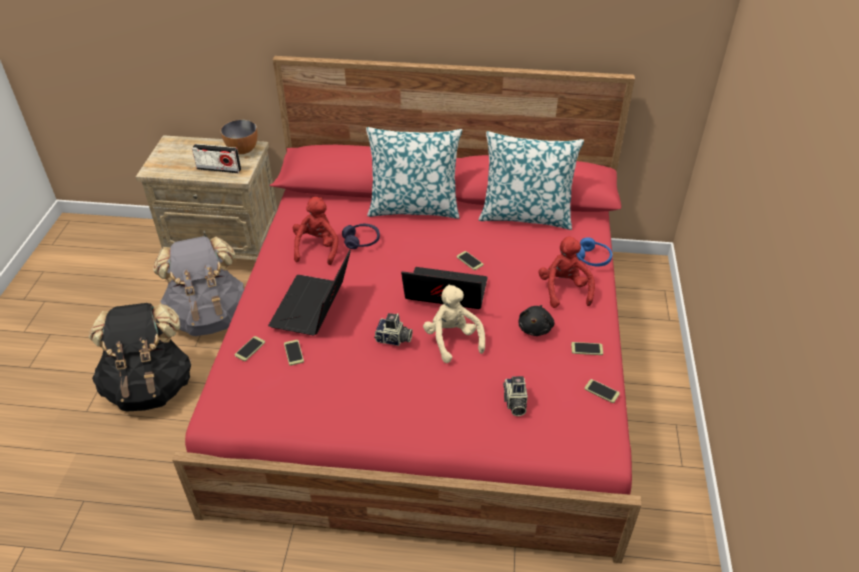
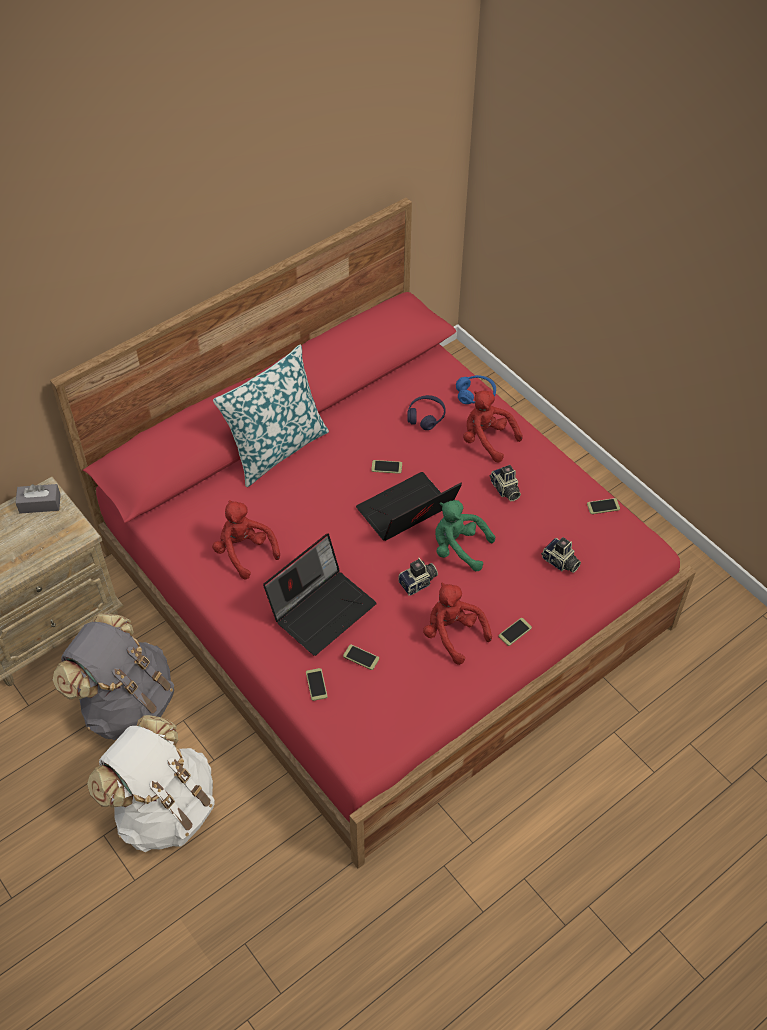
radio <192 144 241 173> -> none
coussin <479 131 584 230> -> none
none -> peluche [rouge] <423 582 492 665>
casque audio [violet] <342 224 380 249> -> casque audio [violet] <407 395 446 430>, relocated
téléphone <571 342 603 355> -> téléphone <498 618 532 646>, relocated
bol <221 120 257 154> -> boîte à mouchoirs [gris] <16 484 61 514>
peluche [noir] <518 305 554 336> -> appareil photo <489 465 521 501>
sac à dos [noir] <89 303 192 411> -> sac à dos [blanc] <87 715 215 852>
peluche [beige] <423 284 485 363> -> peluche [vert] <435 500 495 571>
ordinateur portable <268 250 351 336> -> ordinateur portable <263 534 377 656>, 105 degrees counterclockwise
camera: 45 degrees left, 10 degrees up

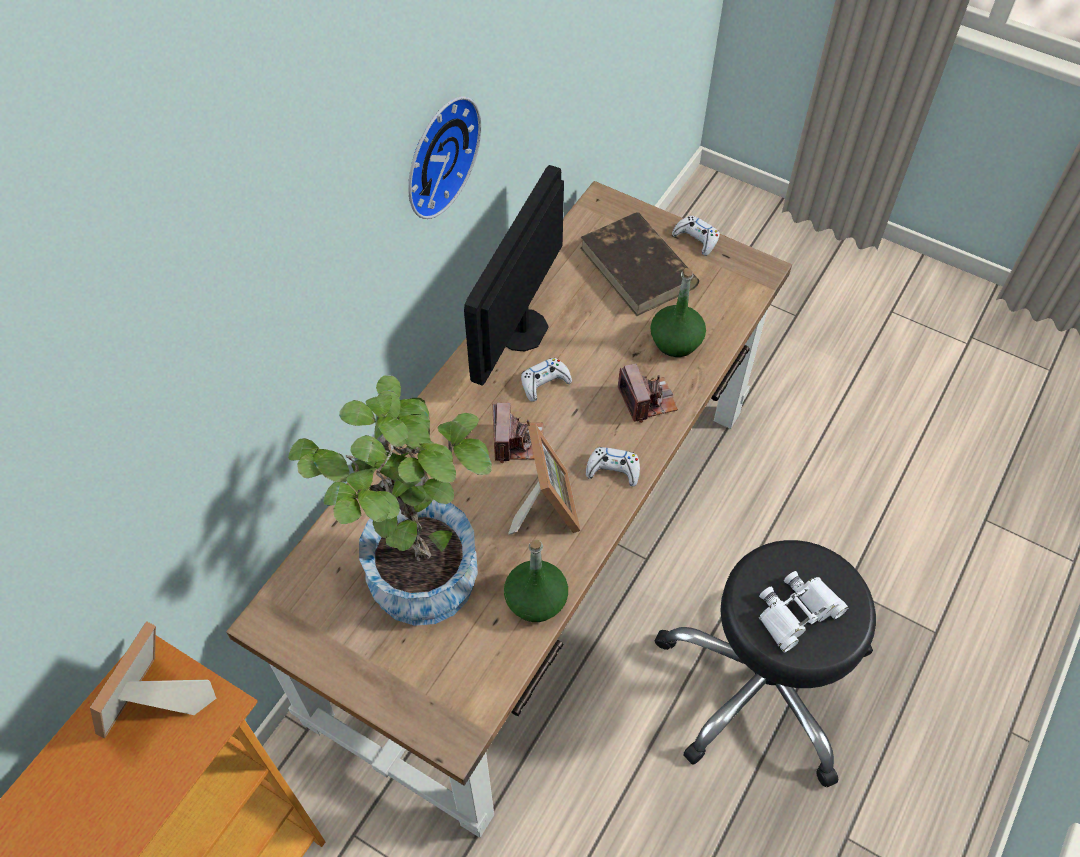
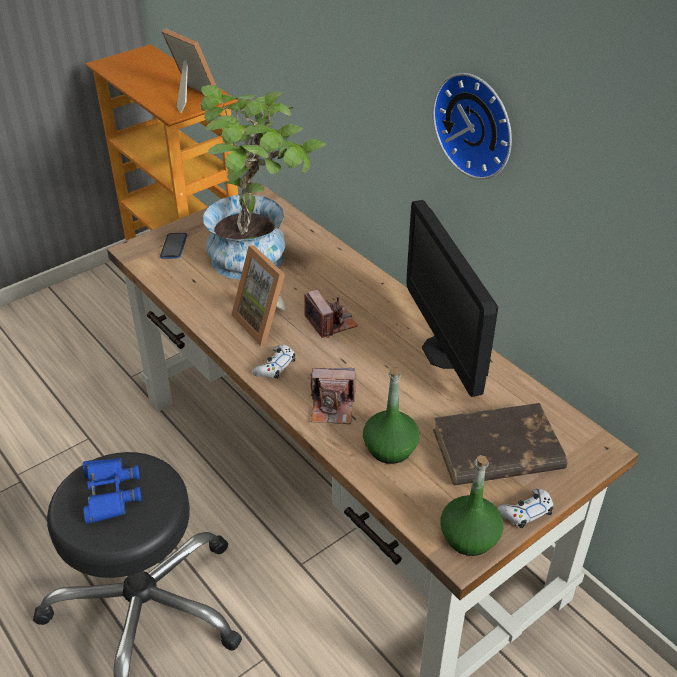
manette [blanc] <521 358 572 402> -> none
none -> téléphone <160 233 187 259>
bouteille [vert] <504 540 568 622> -> bouteille [vert] <440 455 503 556>, relocated
jumelles [blanc] <759 571 849 652> -> jumelles [bleu] <83 458 141 524>
écran d'ordinateur <464 165 564 386> -> écran d'ordinateur <407 200 498 397>, 150 degrees counterclockwise
appareil photo <492 403 544 463> -> appareil photo <304 290 358 338>, 135 degrees counterclockwise
cadre photo <508 424 581 535> -> cadre photo <232 245 285 346>, 45 degrees clockwise
camera: 110 degrees right, 15 degrees down

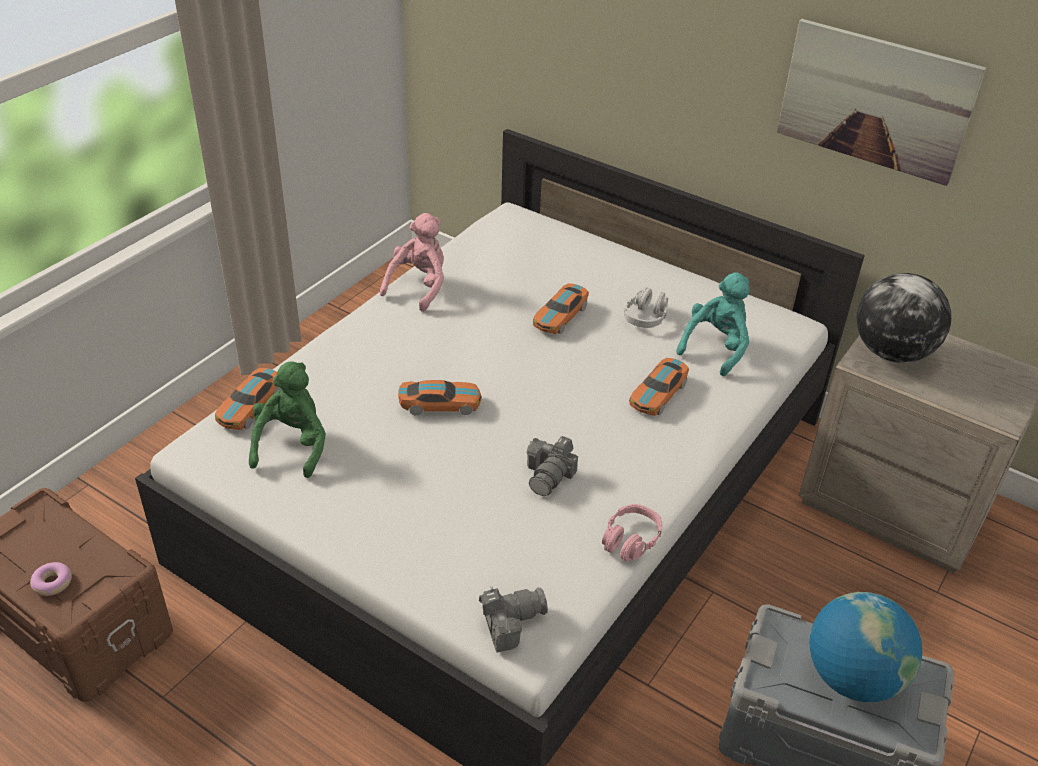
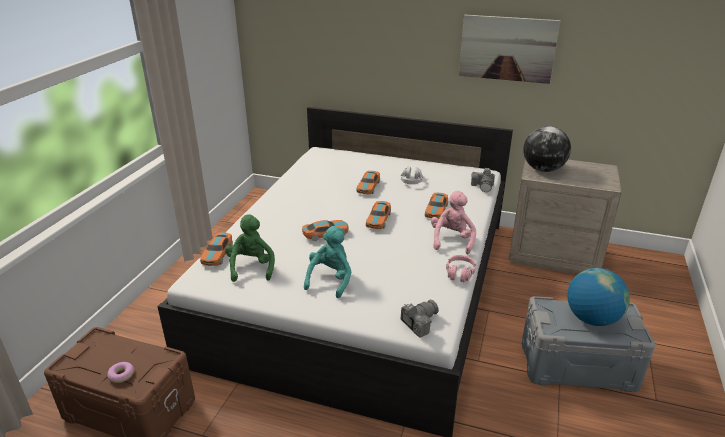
none -> petite voiture <366 201 391 229>
peluche [rose] <380 213 444 312> -> peluche [rose] <431 191 476 254>, relocated
appareil photo <527 436 578 496> -> appareil photo <471 168 496 192>, relocated
peluche [turquoise] <676 272 750 376> -> peluche [turquoise] <304 226 351 298>, relocated
camera: 15 degrees left, 10 degrees down

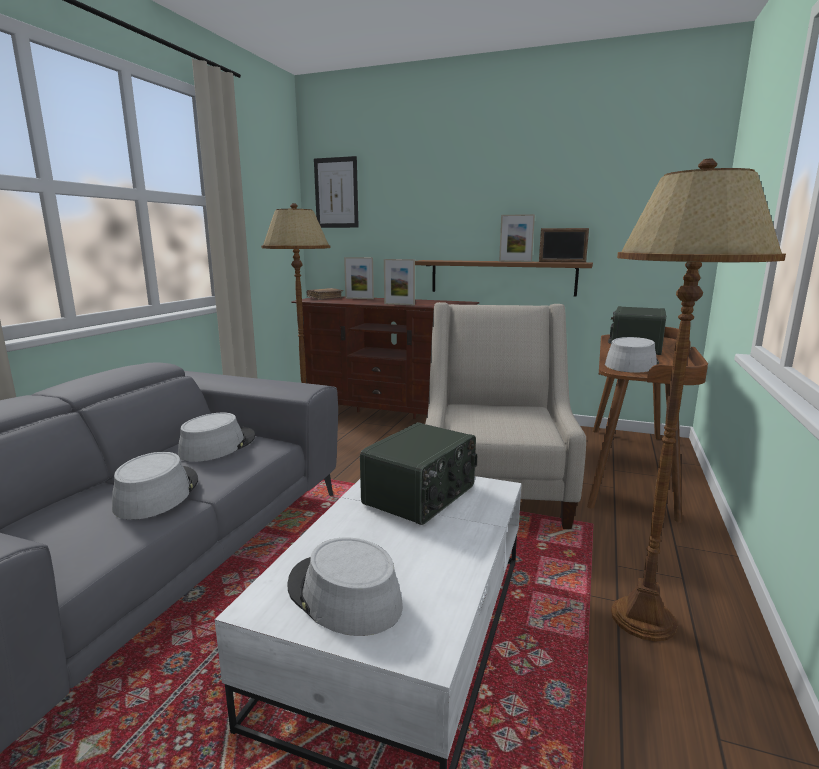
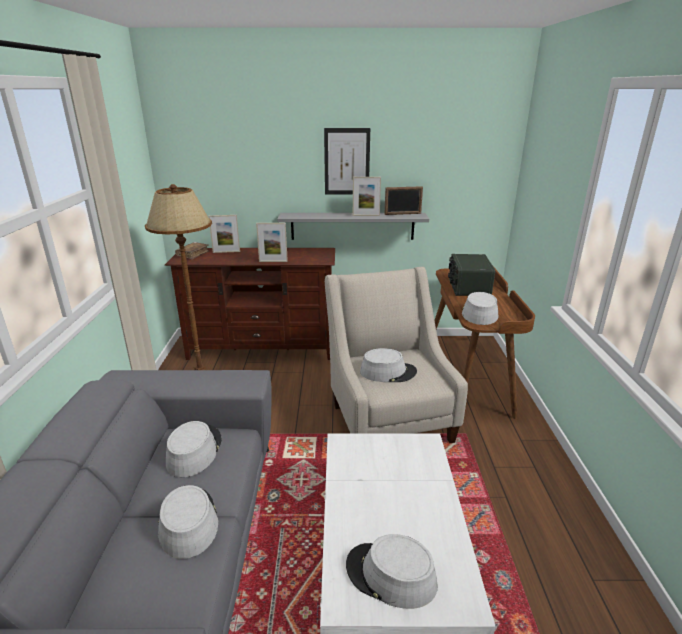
radio <360 422 477 525> -> none
lampadaire [marron] <611 159 786 642> -> none
none -> chapeau [gris] <360 348 417 382>
tableau <314 156 359 228> -> tableau <324 128 370 194>, relocated
étagère [marron] <415 260 593 297> -> étagère [gris] <277 213 429 240>
camera: 20 degrees left, 10 degrees up

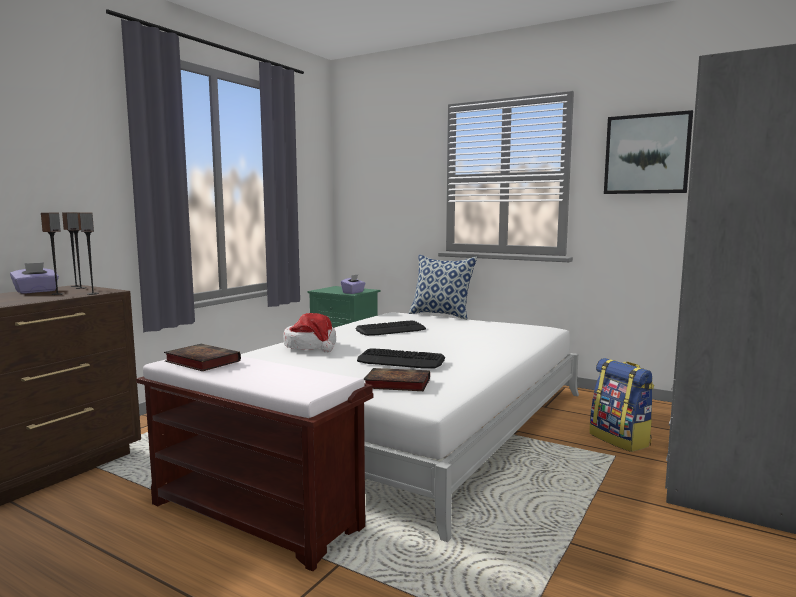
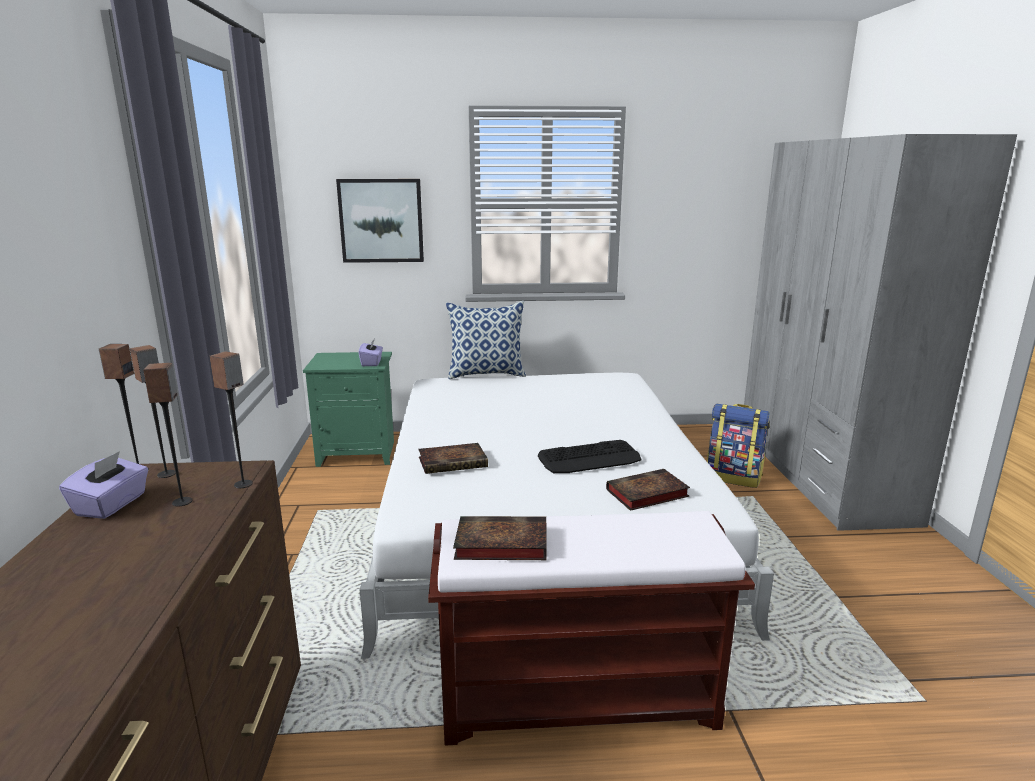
clavier <356 320 426 336> -> none
tableau <604 110 693 194> -> tableau <336 179 424 263>, relocated
chapeau <283 313 336 353> -> livre <418 443 488 474>
camera: 35 degrees left, 10 degrees up

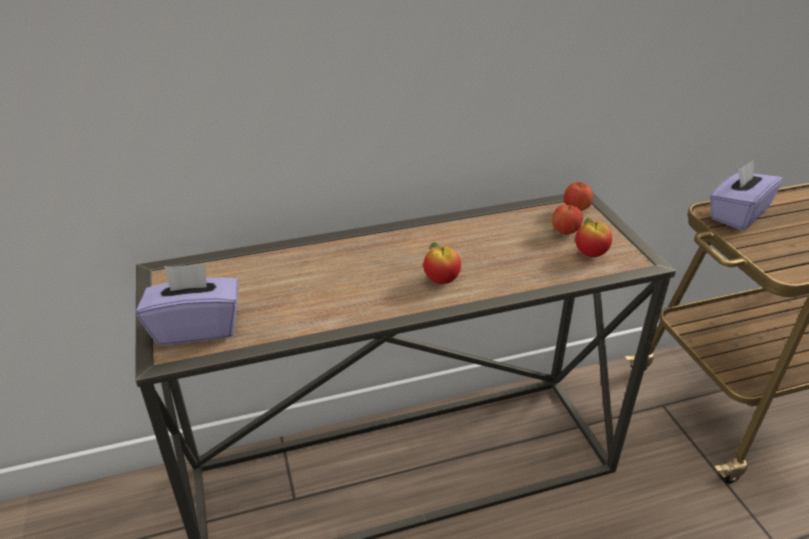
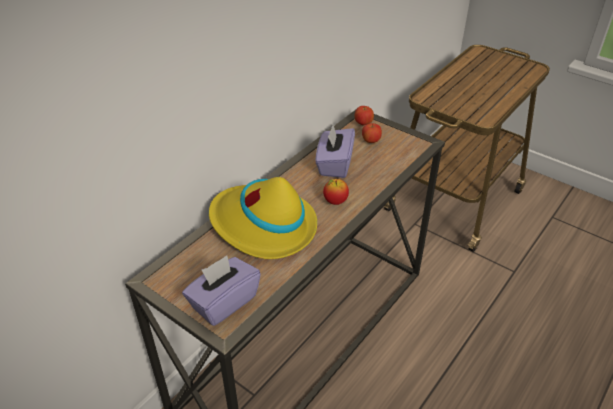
pomme <575 218 612 257> -> none
none -> chapeau [jaune] <209 177 317 259>
boîte à mouchoirs [violet] <710 159 783 230> -> boîte à mouchoirs [violet] <315 125 355 178>, relocated
camera: 35 degrees left, 5 degrees up

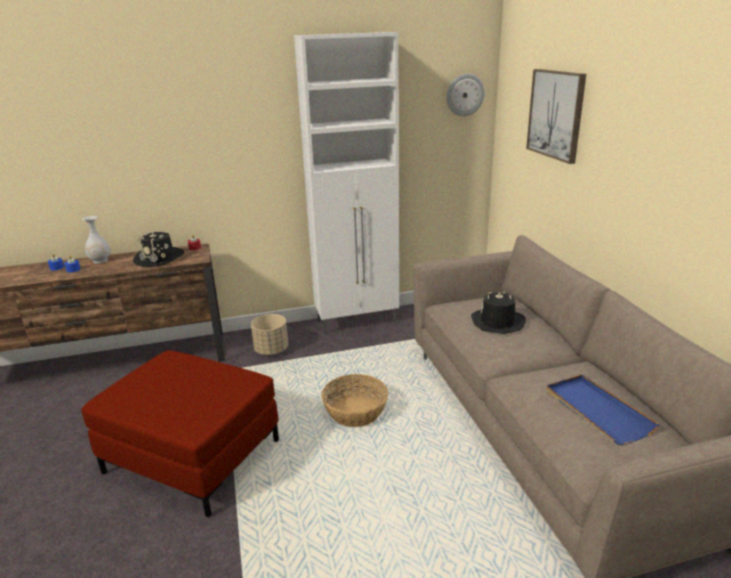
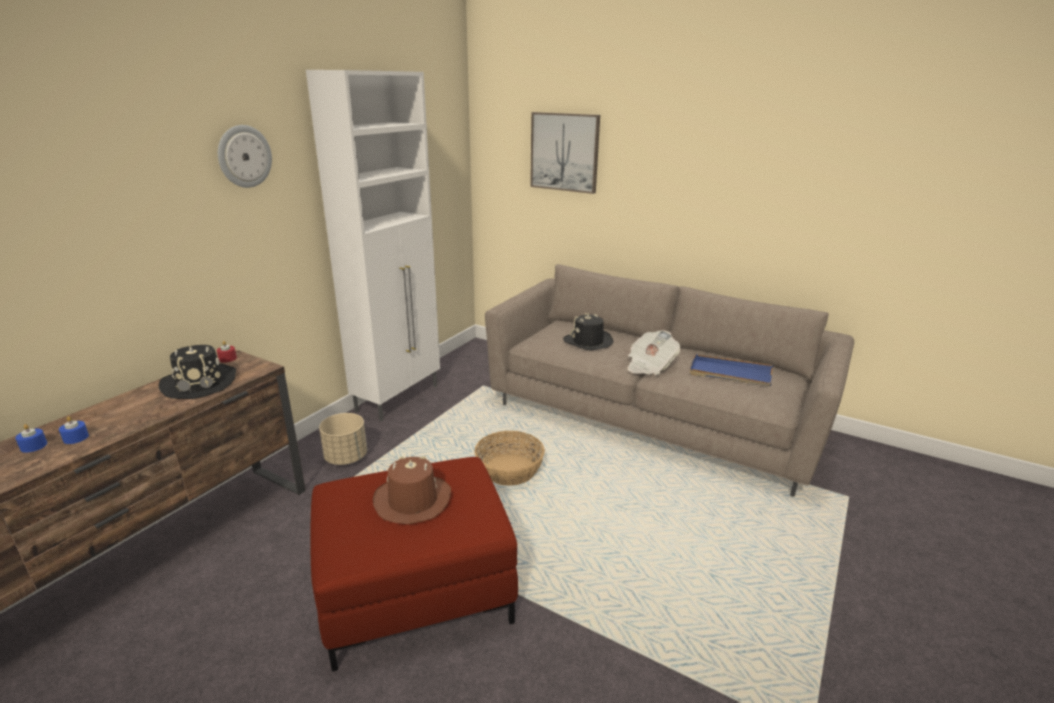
vase [blanc] <82 216 111 263> -> none
none -> chapeau [marron] <373 456 451 525>
none -> journal <627 330 680 375>
horloge murale <447 74 484 116> -> horloge murale <218 125 272 188>, relocated
camera: 45 degrees left, 0 degrees up

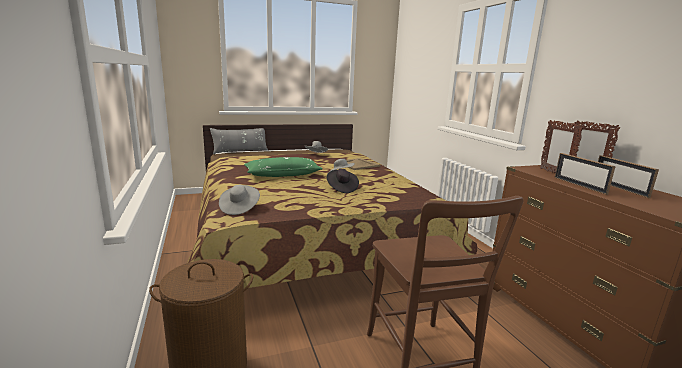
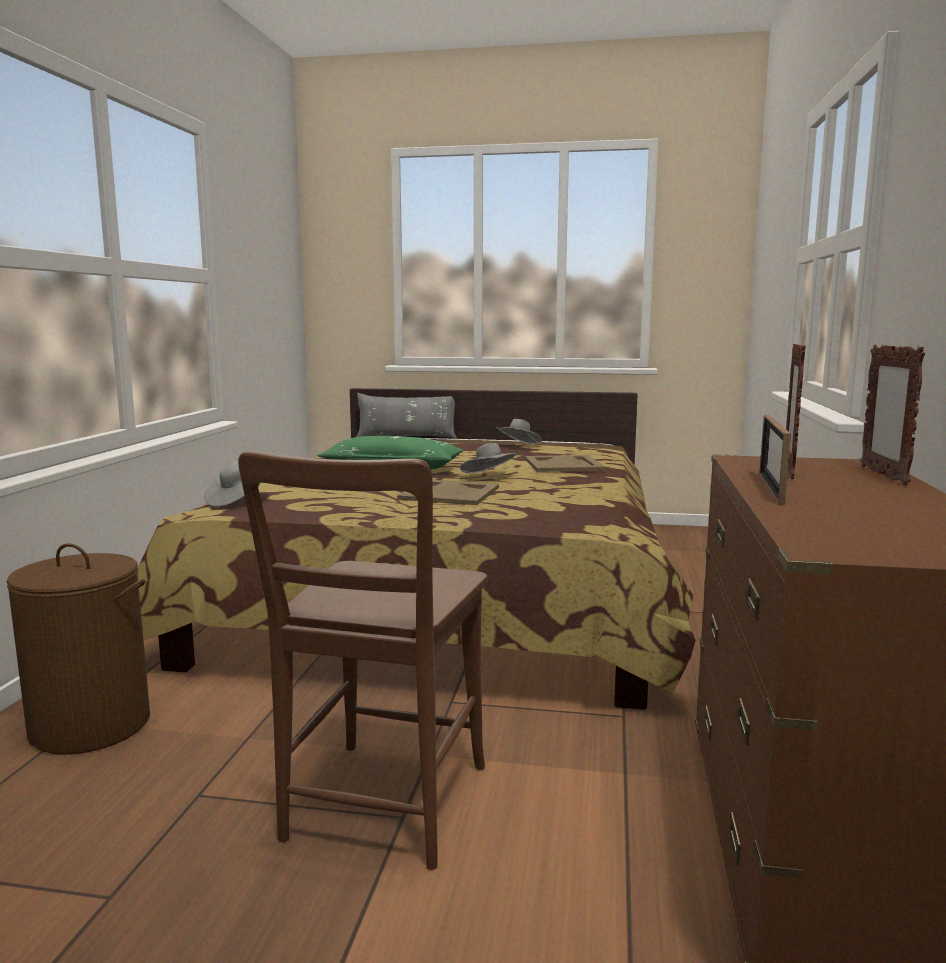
cadre photo <598 155 659 198> -> none
chapeau [noir] <326 169 359 193> -> plateau [beige] <397 480 499 505>
camera: 30 degrees right, 5 degrees down

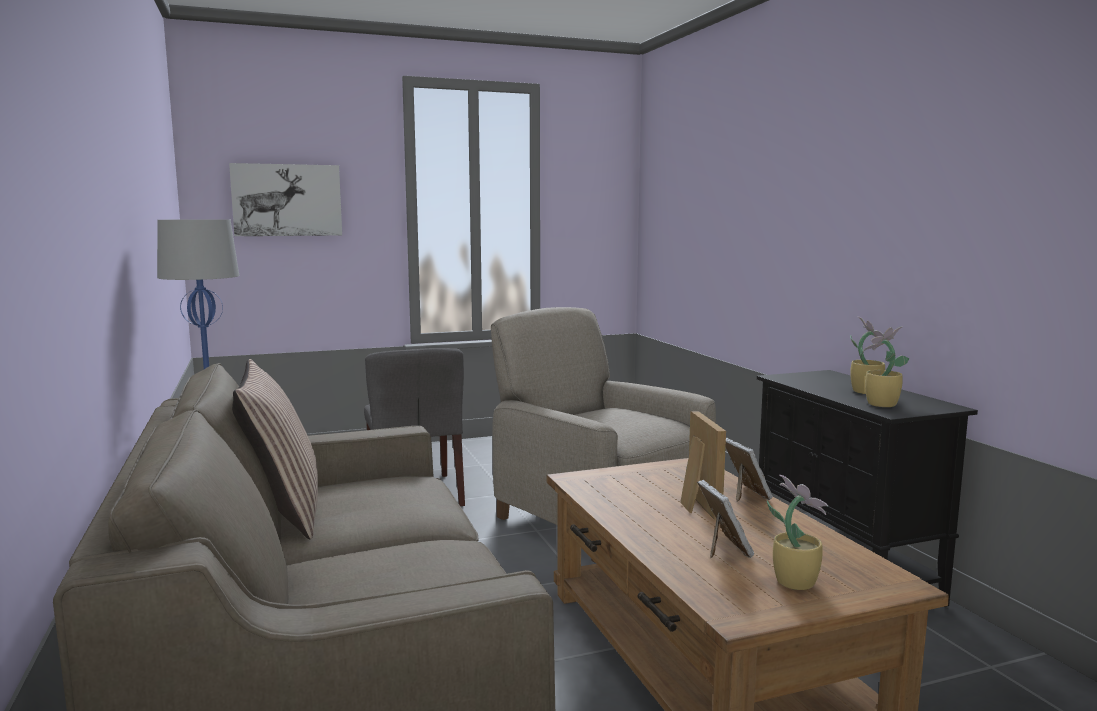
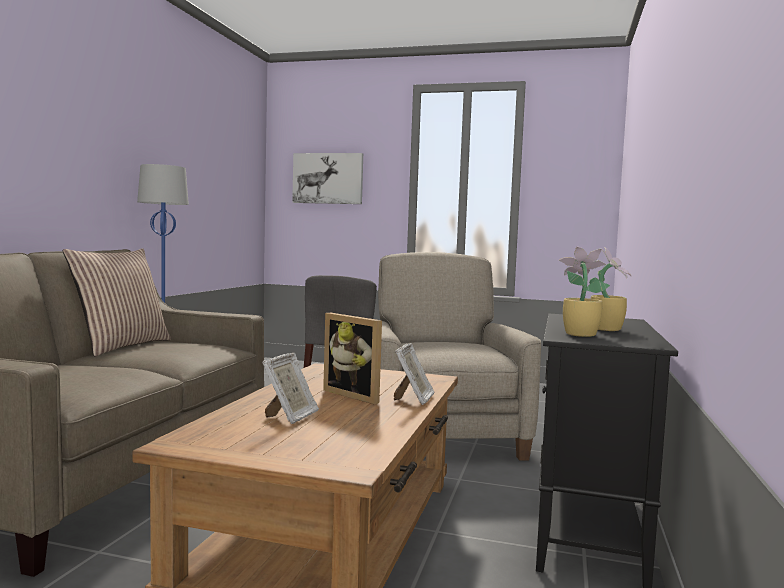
plante en pot <767 475 828 590> -> none
cadre photo <680 411 726 520> -> cadre photo <323 313 382 404>, 105 degrees clockwise
camera: 35 degrees right, 5 degrees down

